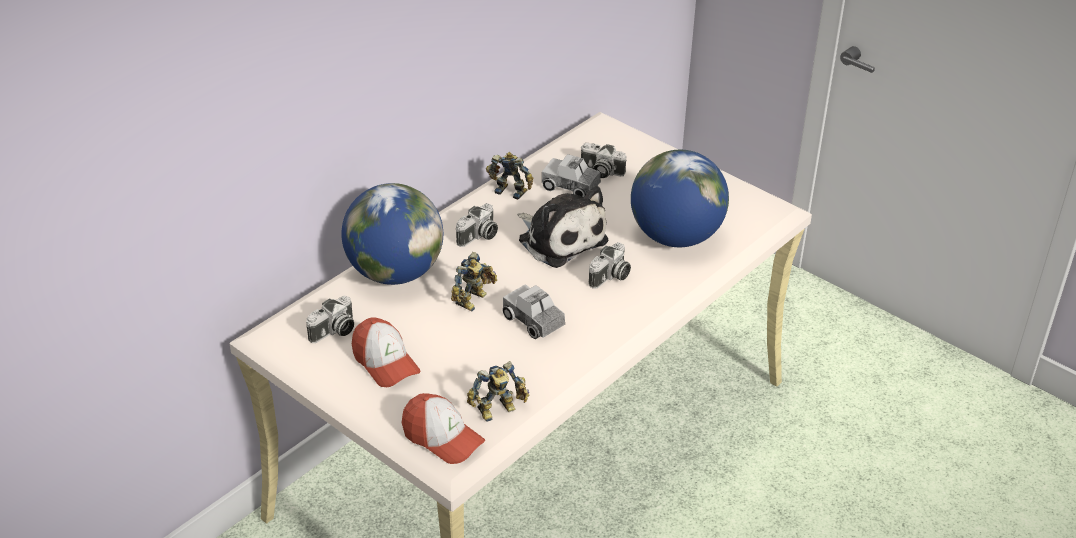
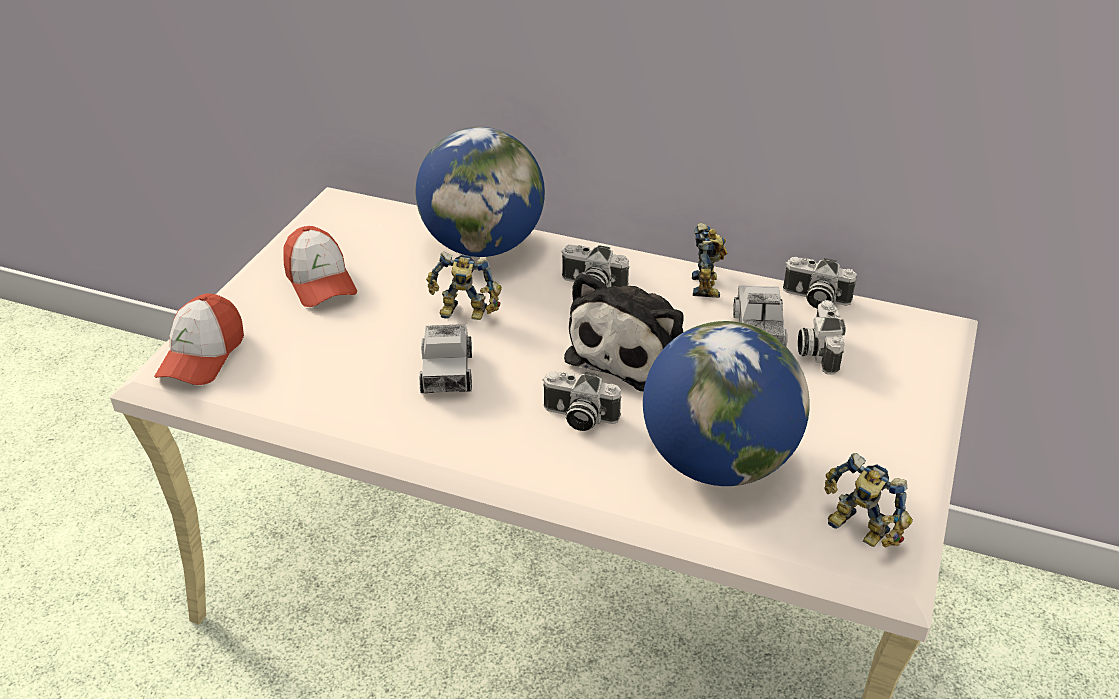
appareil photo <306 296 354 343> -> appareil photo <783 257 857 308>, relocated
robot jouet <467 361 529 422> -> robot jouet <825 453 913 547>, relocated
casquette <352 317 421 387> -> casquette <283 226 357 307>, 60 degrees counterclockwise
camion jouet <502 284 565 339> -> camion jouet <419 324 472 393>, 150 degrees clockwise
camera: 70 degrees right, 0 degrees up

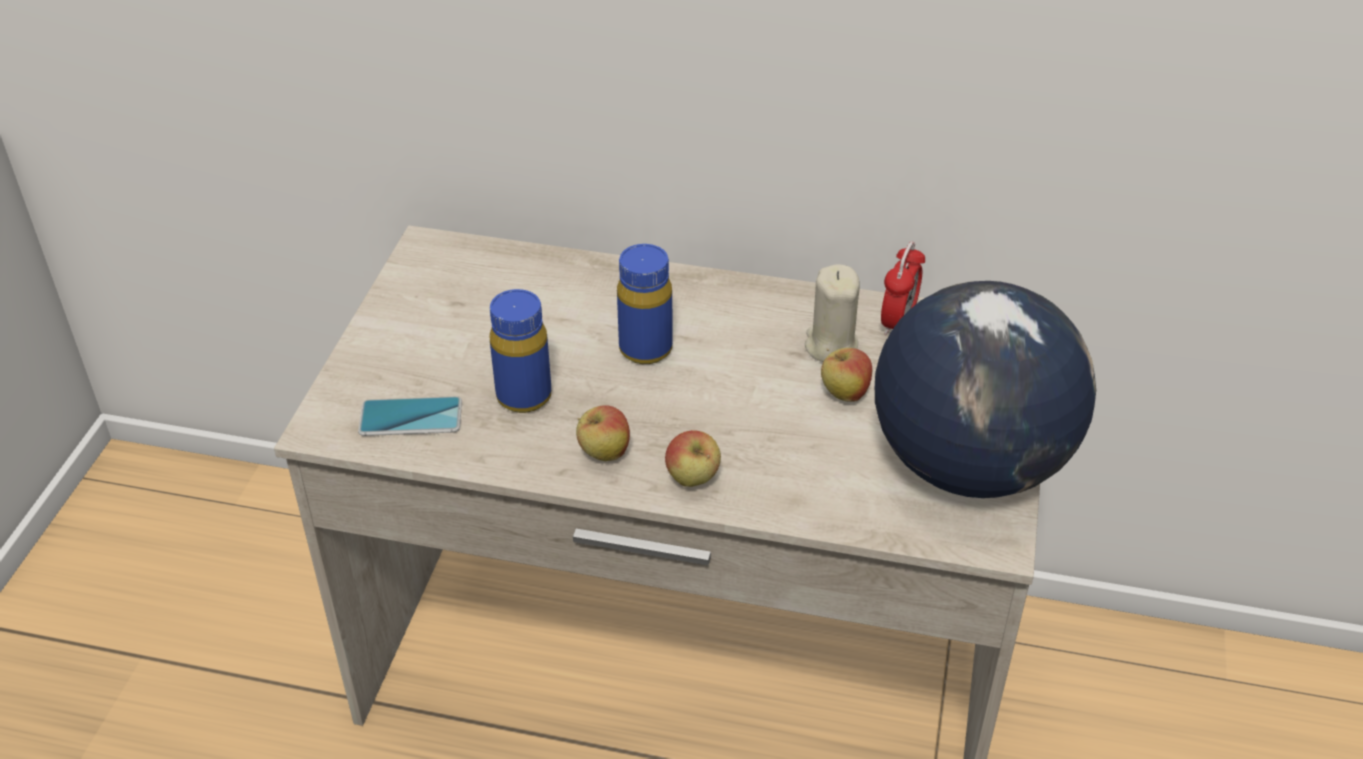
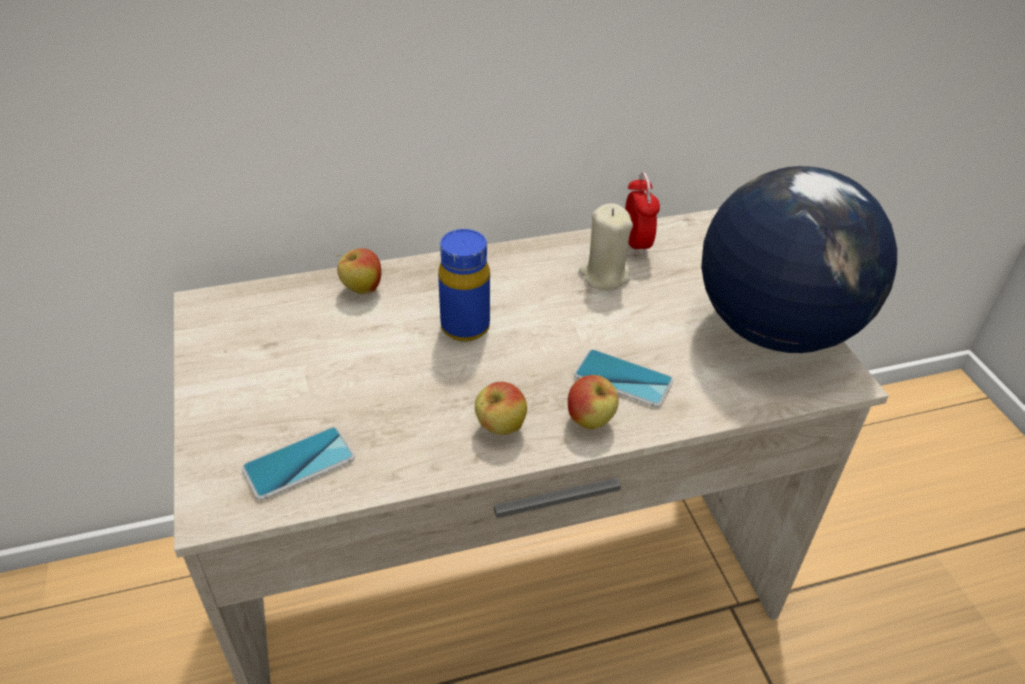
bouteille [bleu] <490 289 551 413> -> none
none -> téléphone <574 349 674 407>
pomme <821 348 872 402> -> pomme <337 248 381 294>, relocated
camera: 30 degrees left, 0 degrees up

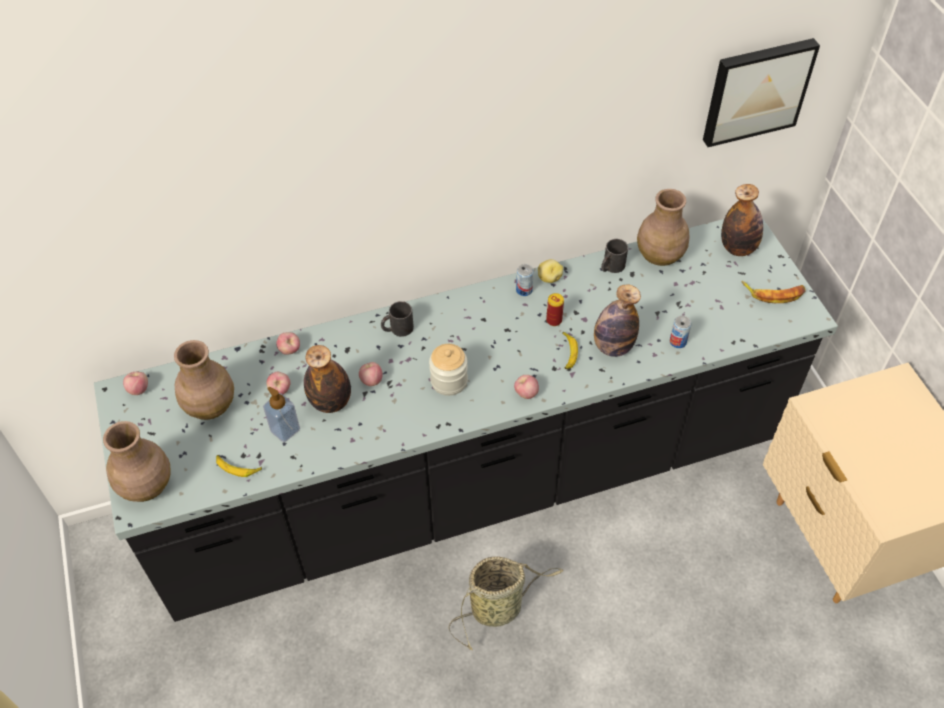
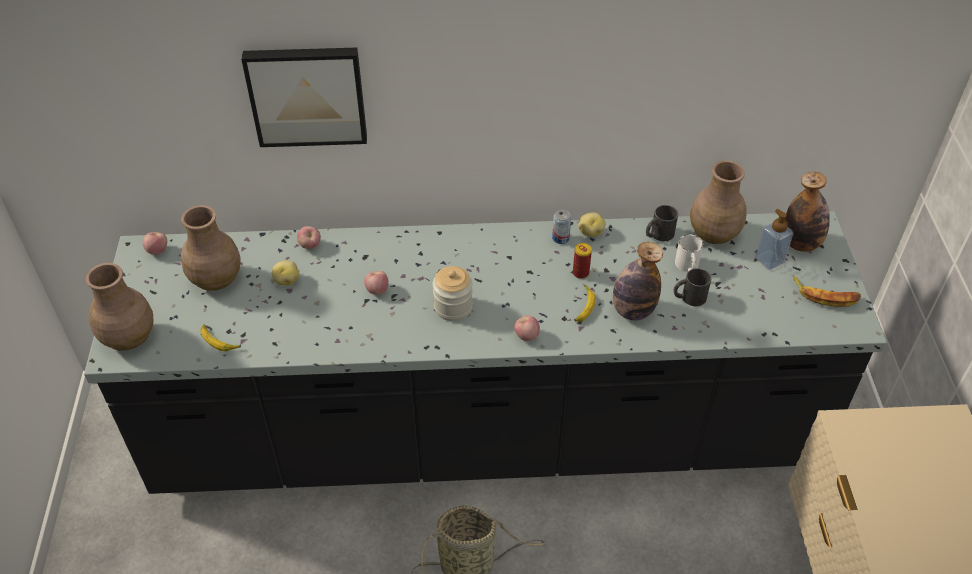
bouteille <304 345 351 413> -> none
boîte métallique <670 315 691 348> -> none
none -> mug [blanc] <675 234 703 272>
distributeur de savon <263 387 300 442> -> distributeur de savon <755 209 794 270>, relocated
mug [noir] <381 301 414 337> -> mug [noir] <674 268 711 306>, relocated
tableau <703 38 820 147> -> tableau <241 48 367 147>, relocated
pomme <266 372 291 395> -> pomme de terre <271 260 300 286>
camera: 15 degrees right, 5 degrees down

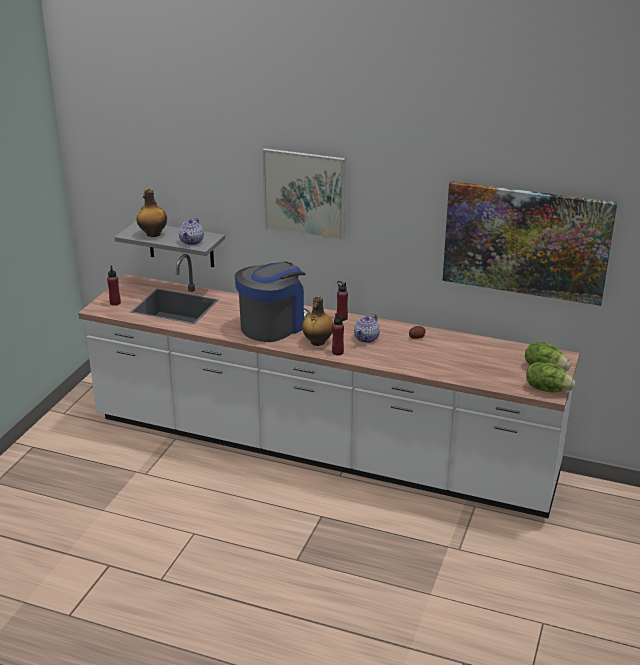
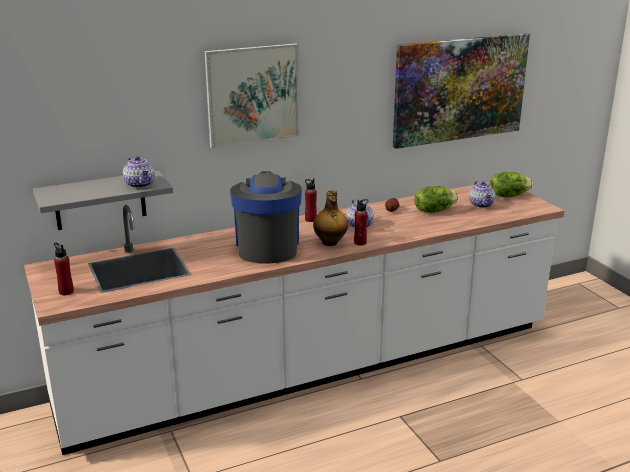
bouteille <136 189 167 237> -> none
none -> théière <469 181 495 208>
laitue <526 362 575 393> -> laitue <415 186 458 213>, relocated
camera: 45 degrees left, 5 degrees down

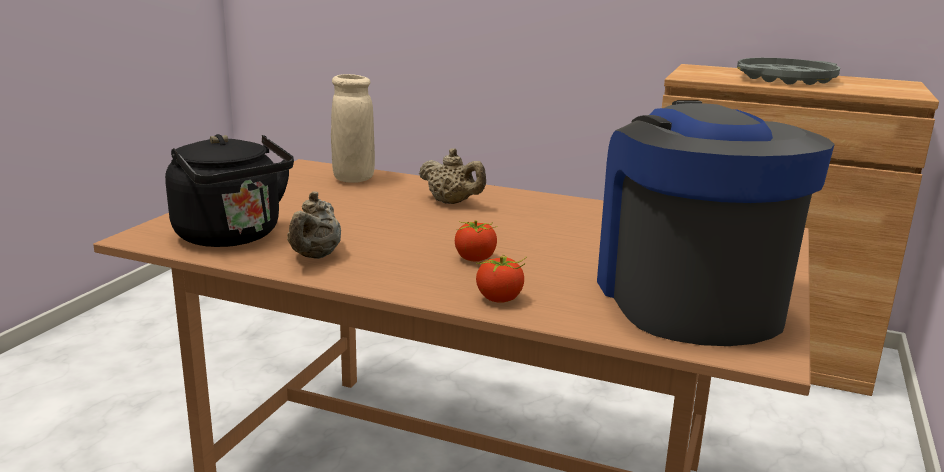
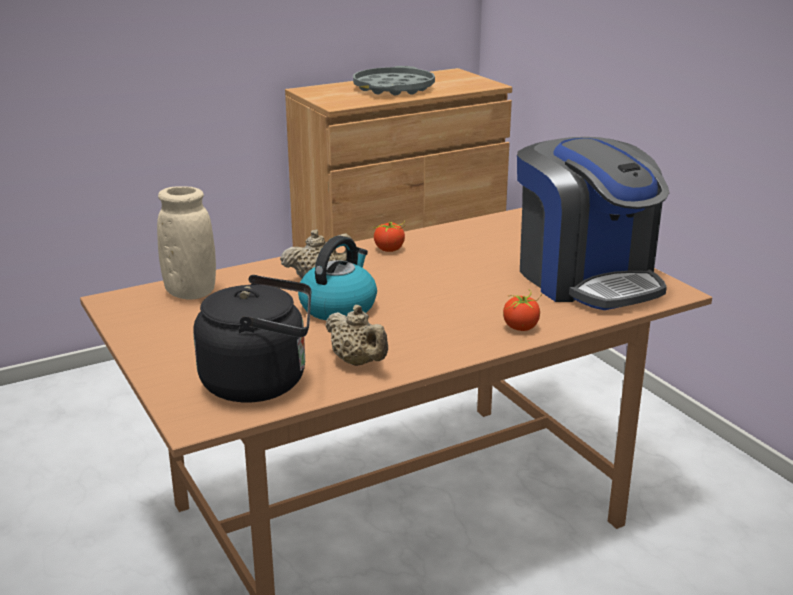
none -> bouilloire <298 236 377 320>
tomate <455 220 497 262> -> tomate <374 221 405 252>, relocated
machine à café <597 100 835 346> -> machine à café <517 137 670 310>, 150 degrees counterclockwise
camera: 50 degrees left, 5 degrees up

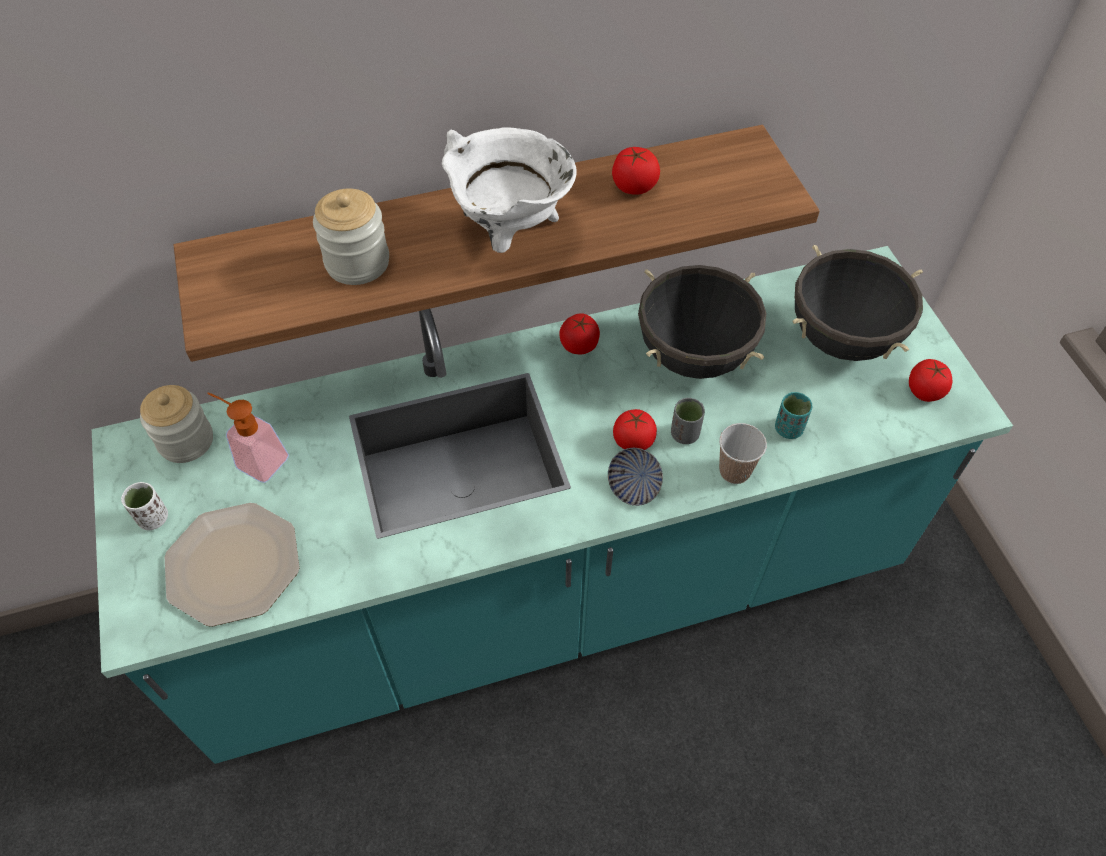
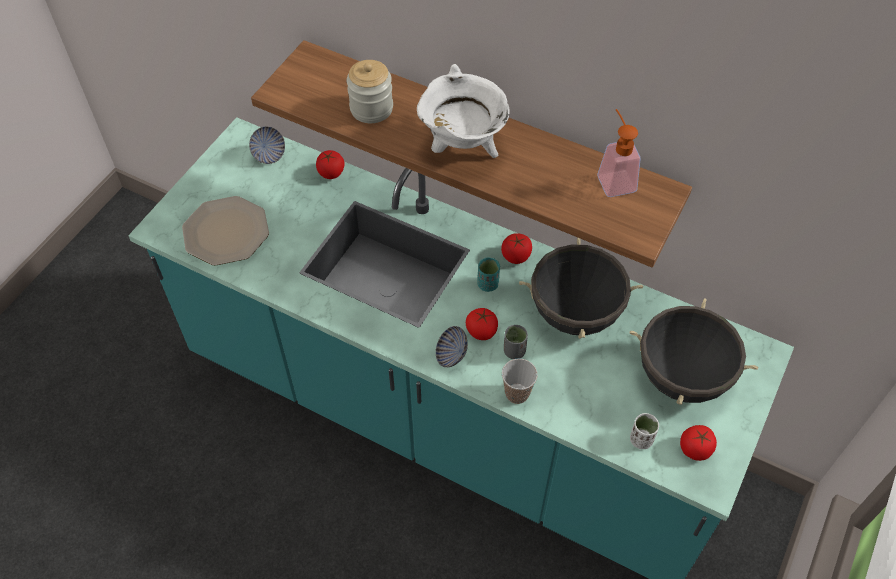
tasse [blanc] <121 482 168 530> -> tasse [blanc] <630 413 659 449>, relocated
distributeur de savon <207 392 289 483> -> distributeur de savon <597 109 641 197>, relocated
tomate <612 147 660 195> -> tomate <316 150 345 179>, relocated
tasse [turquoise] <775 392 812 439> -> tasse [turquoise] <477 258 500 292>, relocated
bocal <140 385 213 463> -> bol <249 126 285 164>
camera: 45 degrees right, 0 degrees up

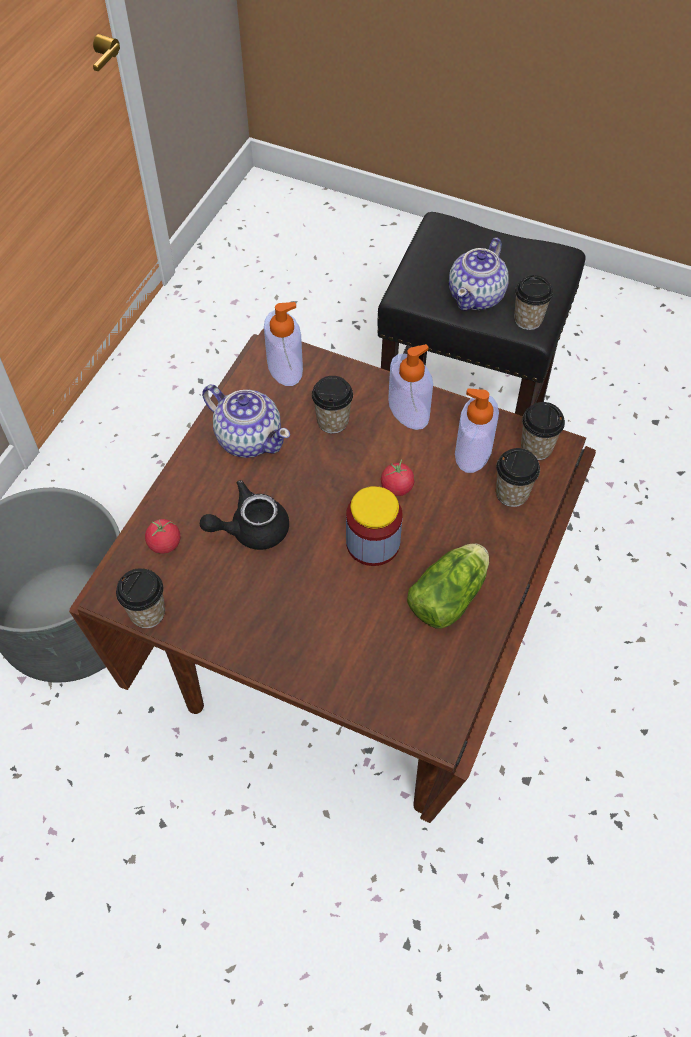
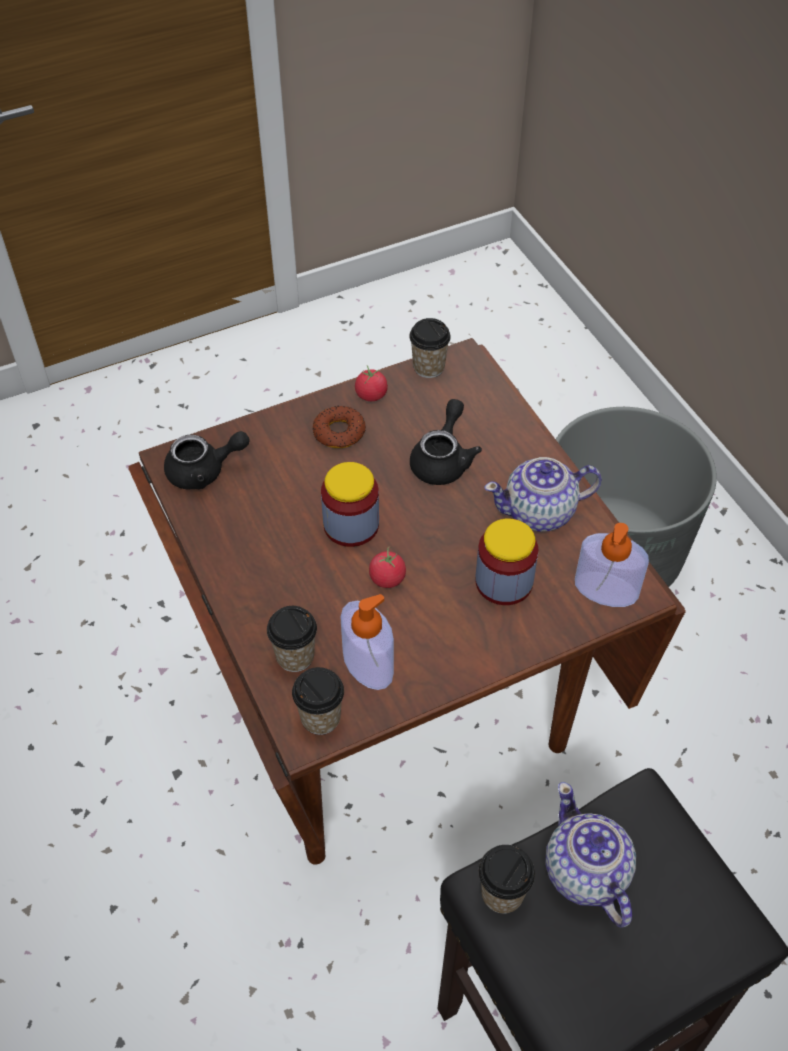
distributeur de savon <388 344 433 430> -> none
laitue <407 543 489 629> -> none
none -> théière [noir] <164 431 250 489>
none -> beignet <313 406 366 448>
tomate <145 519 180 554> -> tomate <355 365 388 401>, relocated
tasse <312 376 353 434> -> bocal <475 518 538 605>
camera: 130 degrees right, 5 degrees down

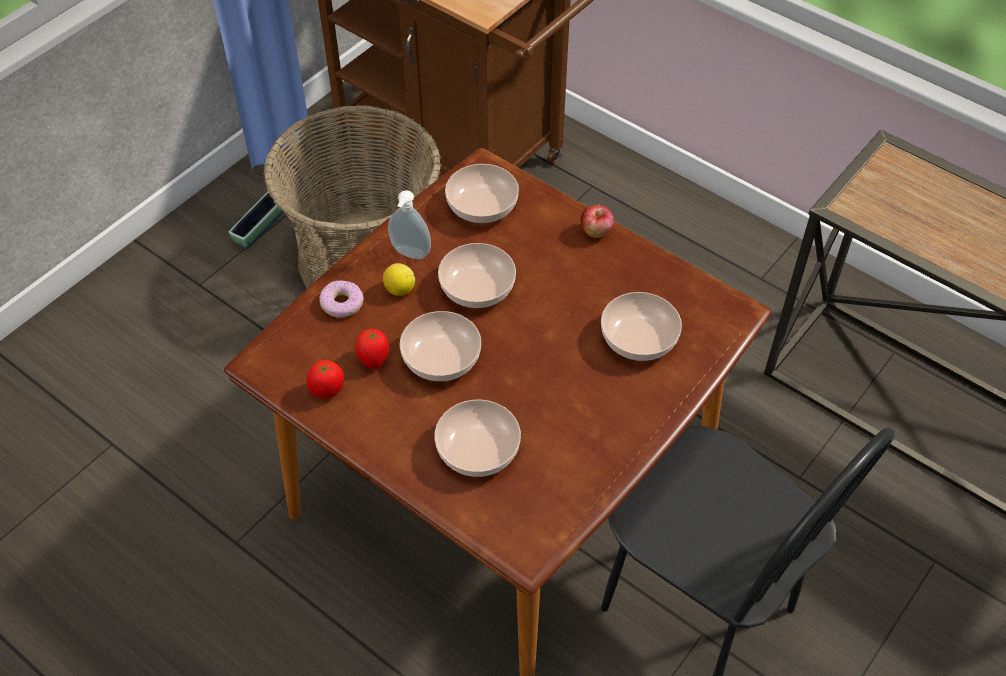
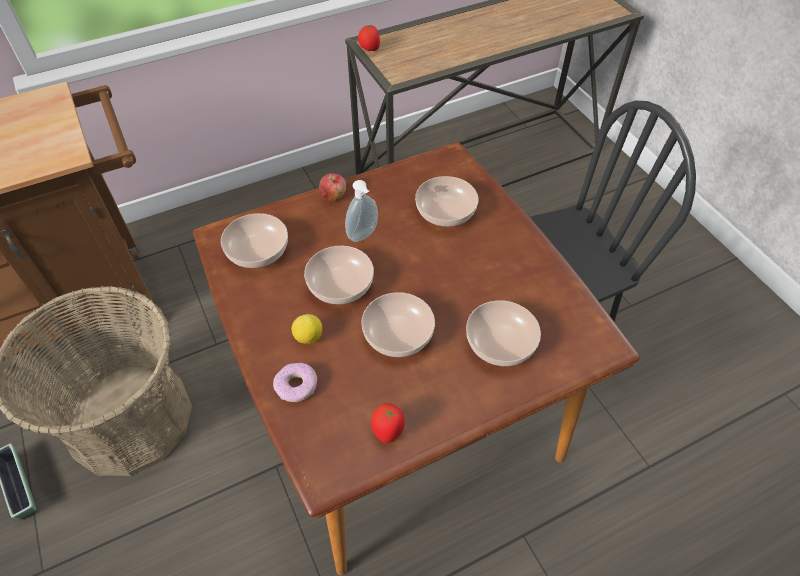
tomate <355 329 389 369> -> tomate <358 25 380 51>, relocated
distributeur de savon <388 190 431 259> -> distributeur de savon <345 180 378 242>, relocated
camera: 65 degrees left, 0 degrees up

